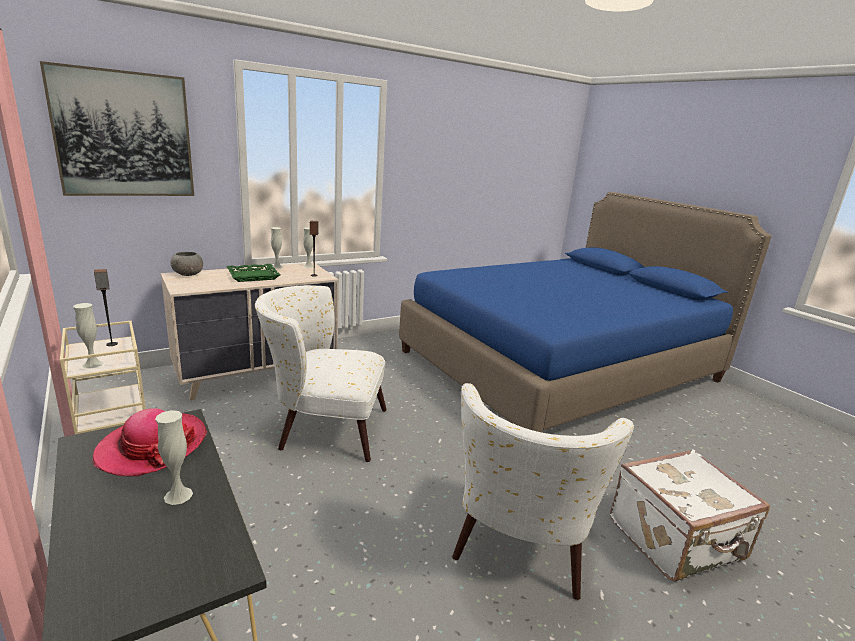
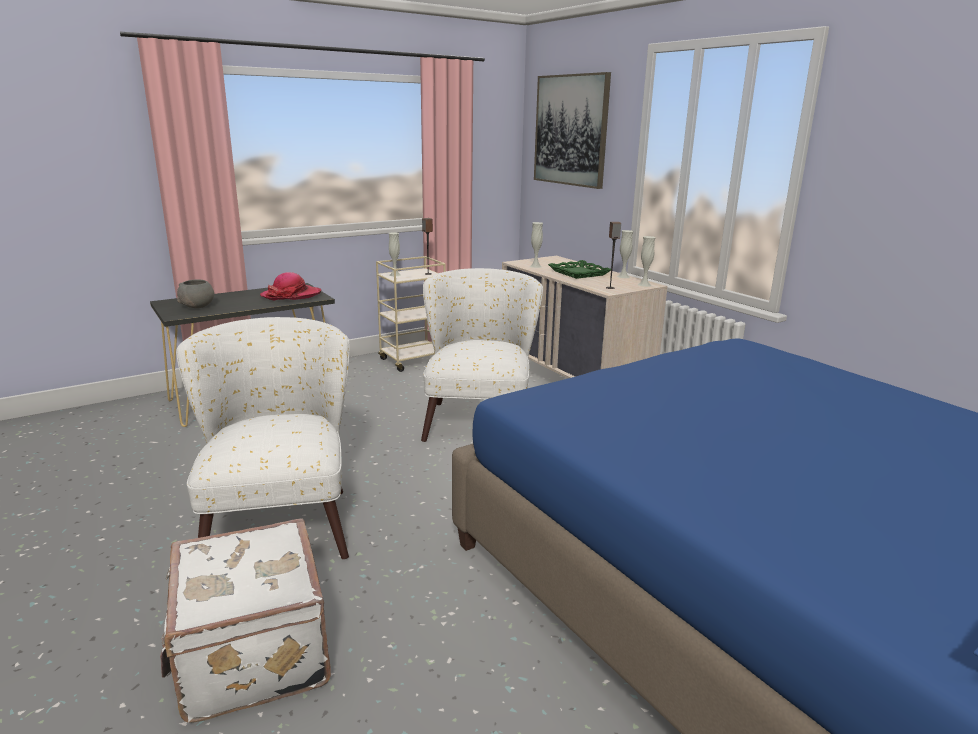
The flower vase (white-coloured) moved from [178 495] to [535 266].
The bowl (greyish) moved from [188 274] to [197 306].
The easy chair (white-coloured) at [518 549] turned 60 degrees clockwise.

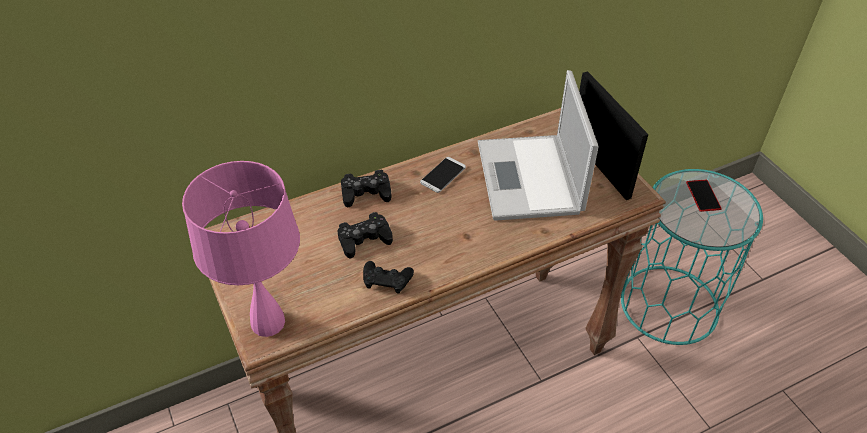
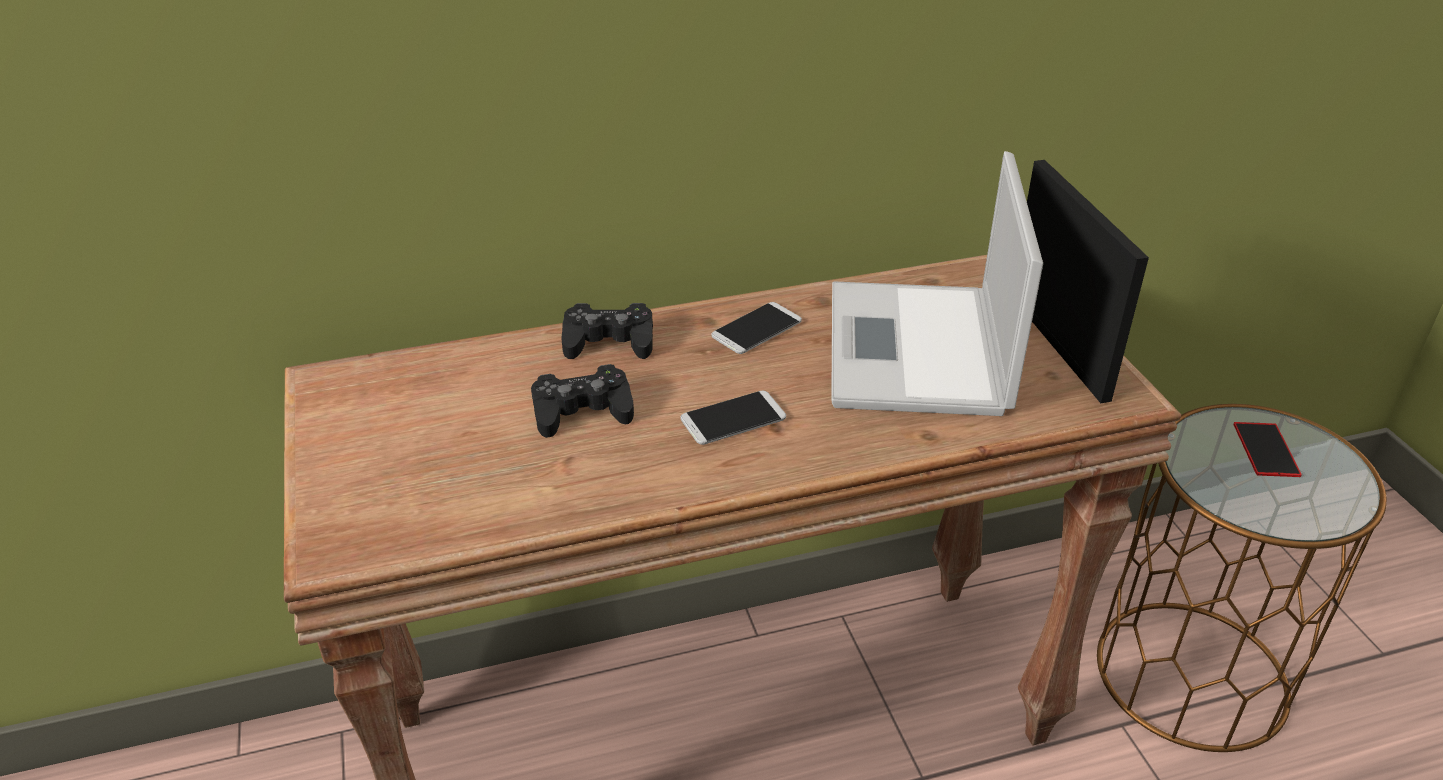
The table lamp (pinkish) at [268 322] disappeared.
The game controller (blackish) at [387 280] disappeared.
The handset at [733 419] appeared.
The end table (turquoise) at [669 304] became the end table (brownish) at [1192 674].

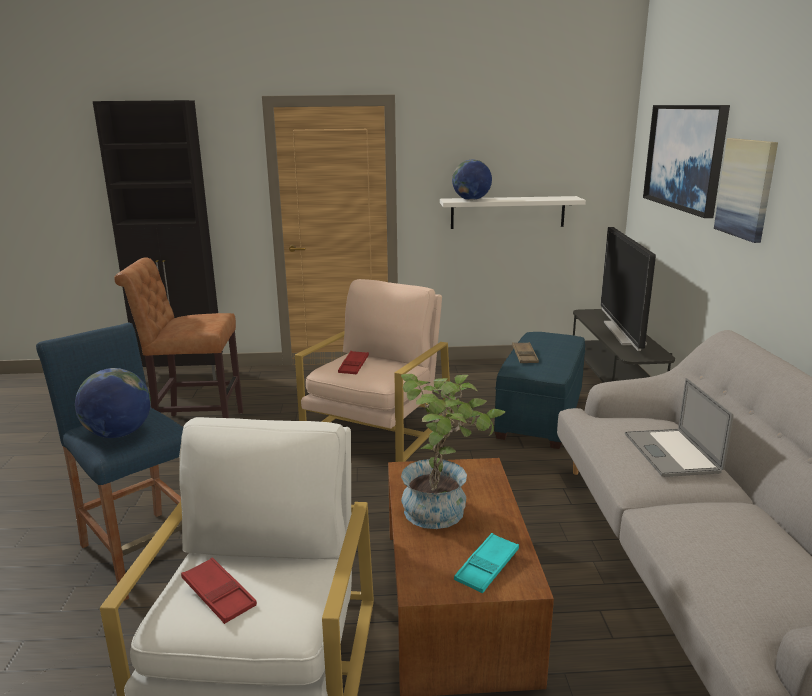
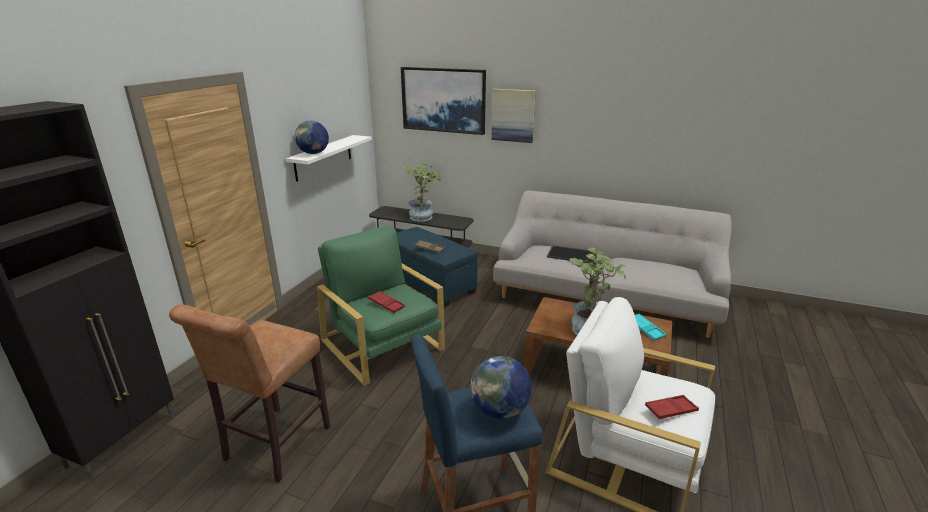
The television at [623 333] was replaced by the potted plant at [423 216].
The laptop at [671 452] was replaced by the tray at [573 254].
The easy chair (sand-coloured) at [377 426] became the easy chair (greenish) at [383 345].

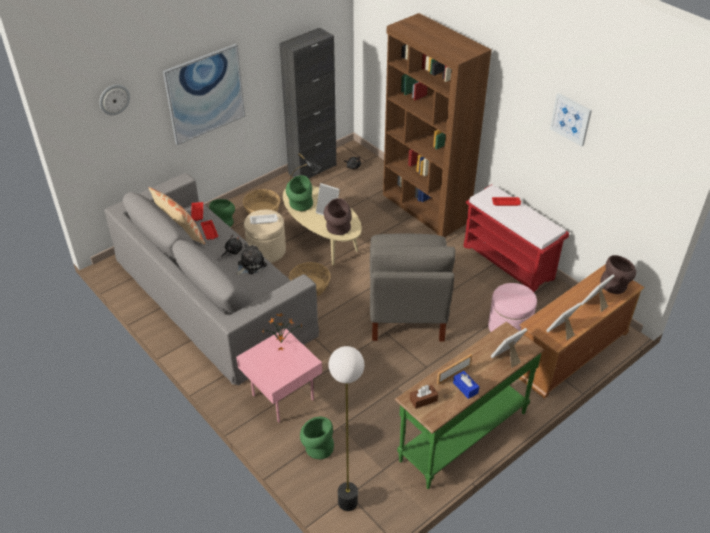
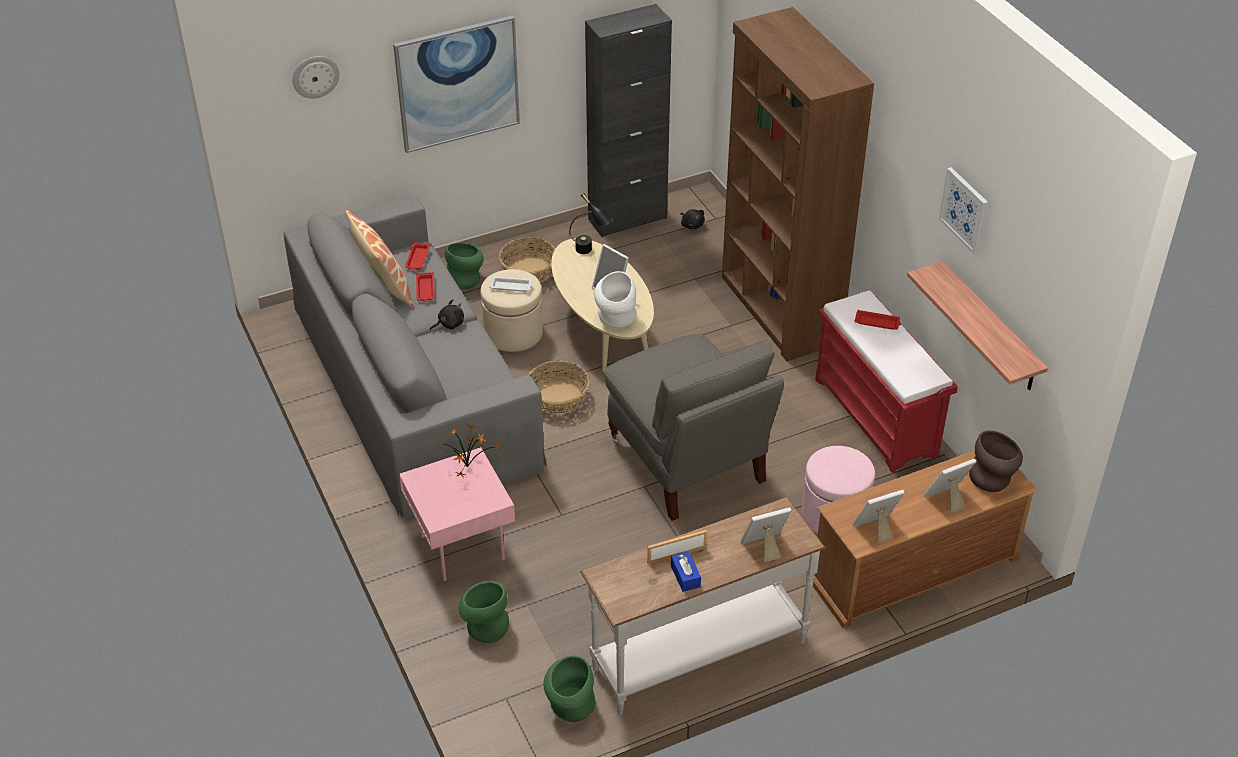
The cuddly toy at [250 265] disappeared.
The floor lamp at [347 502] disappeared.
The box of tissues (brownish) at [423 400] disappeared.
The wall shelf at [990 328] appeared.
The flower vase (greenish) moved from [300 206] to [570 707].
The flower vase (brownish) at [338 229] became the flower vase (white-coloured) at [616 319].
The narrow table (greenish) at [462 435] became the narrow table (white-coloured) at [698 653].
The easy chair (greyish) at [406 312] turned 45 degrees counterclockwise.

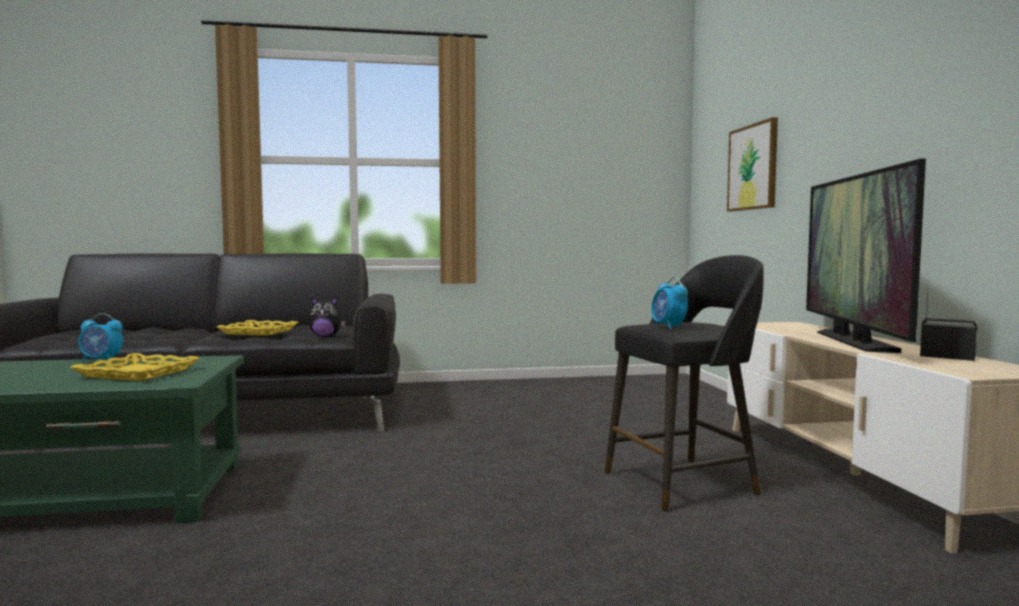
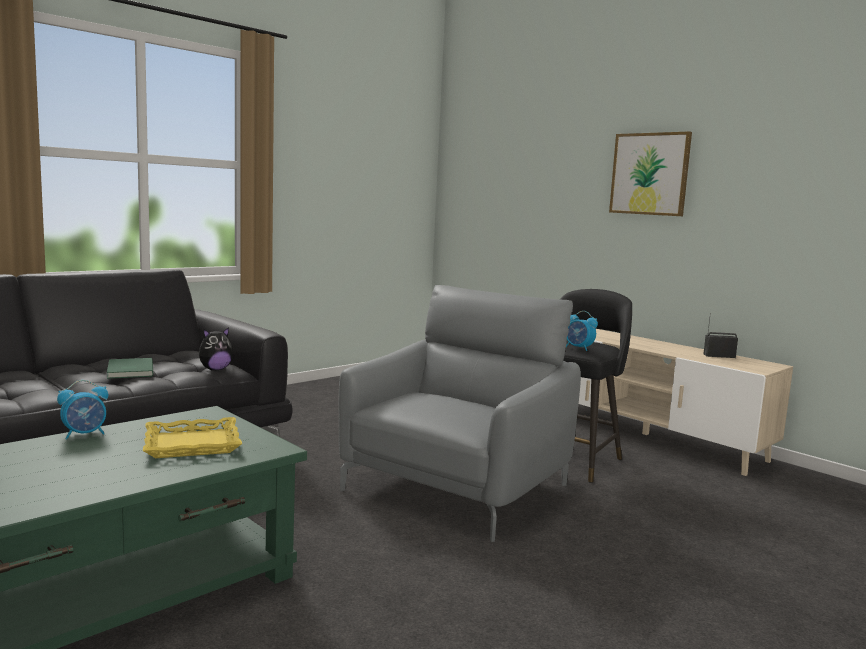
The television at [853 341] disappeared.
The easy chair (greyish) at [456 488] appeared.
The wall picture moved from [753 167] to [649 174].
The tray (yellow) at [258 332] was replaced by the book (greenish) at [128 370].

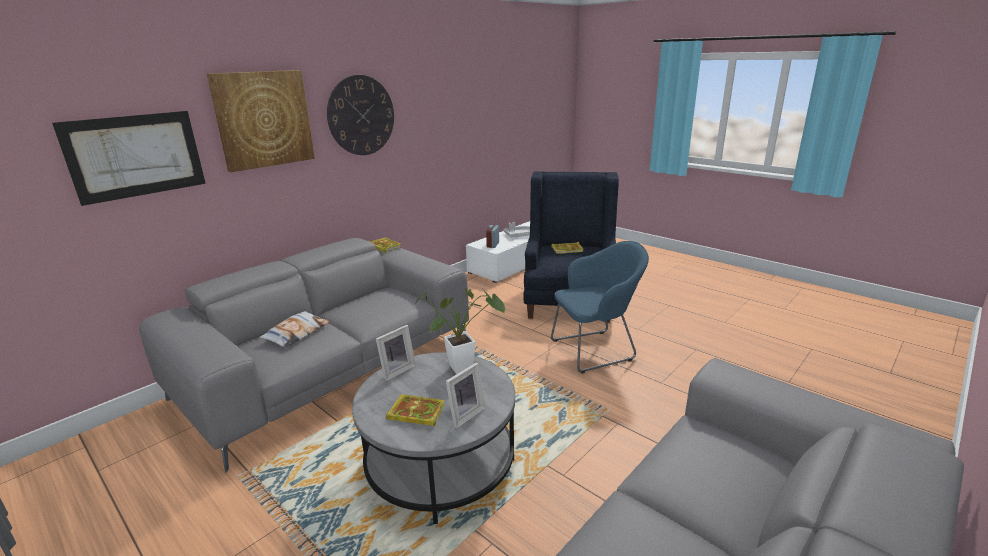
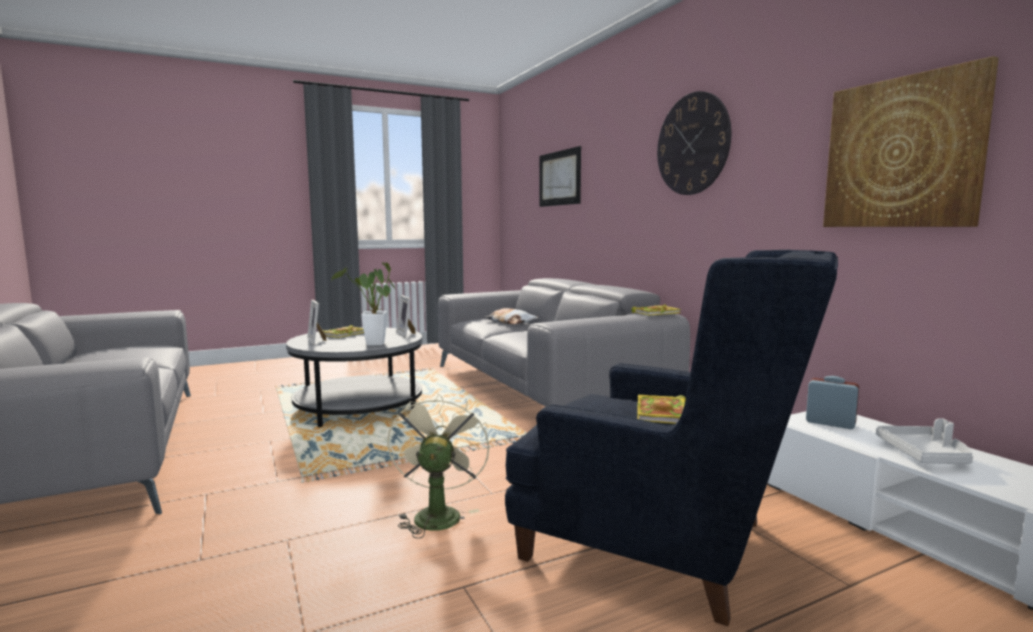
The wall picture moved from [264 119] to [902 153].
The easy chair (bluish) at [596 350] was replaced by the electric fan (sand-coloured) at [437 514].

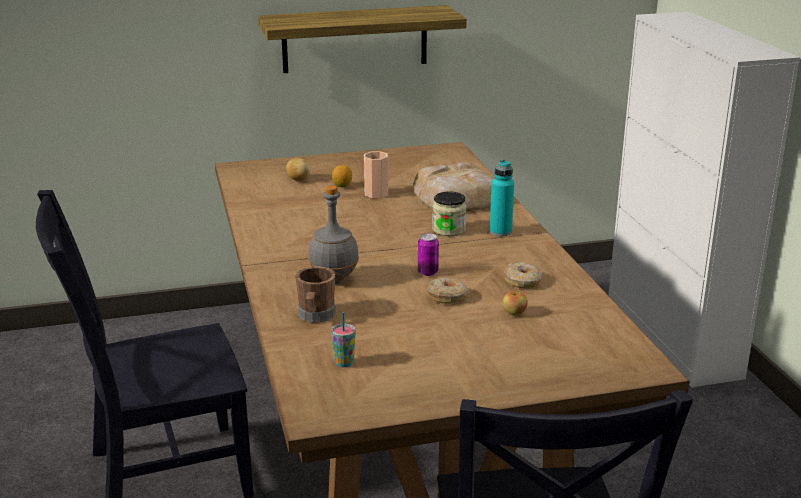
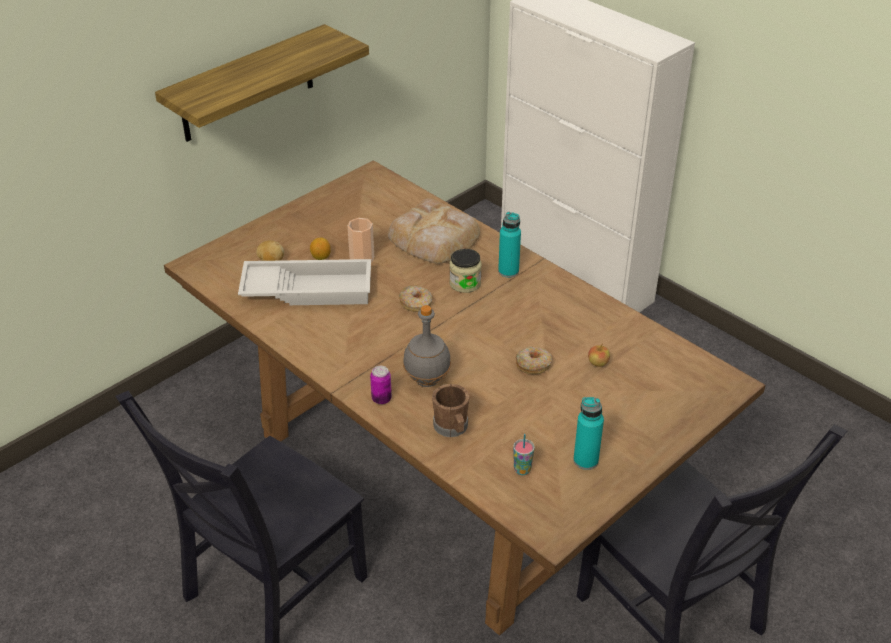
The tray (white-coloured) at [308 288] appeared.
The bottle (turquoise) at [585 460] appeared.
The can moved from [428 272] to [381 399].
The ring doughnut moved from [522 281] to [416 303].

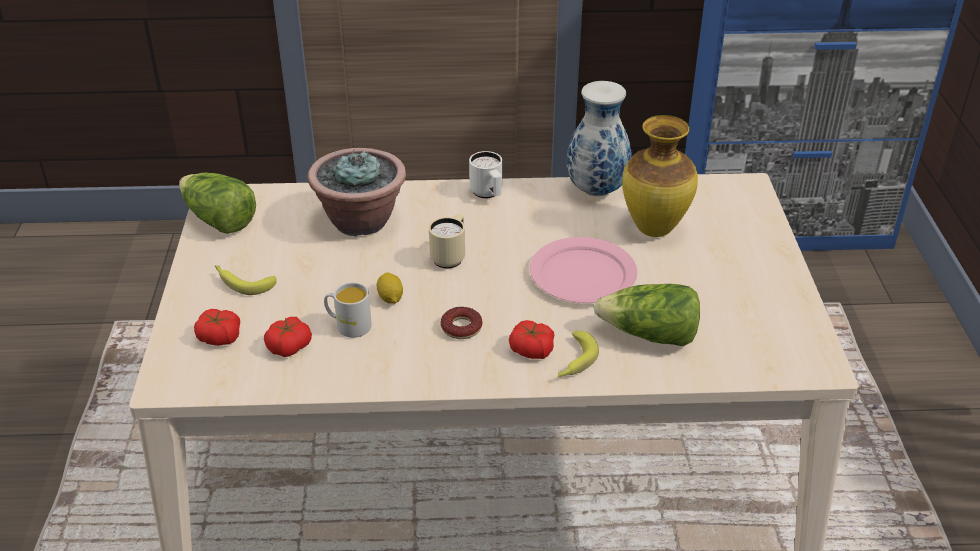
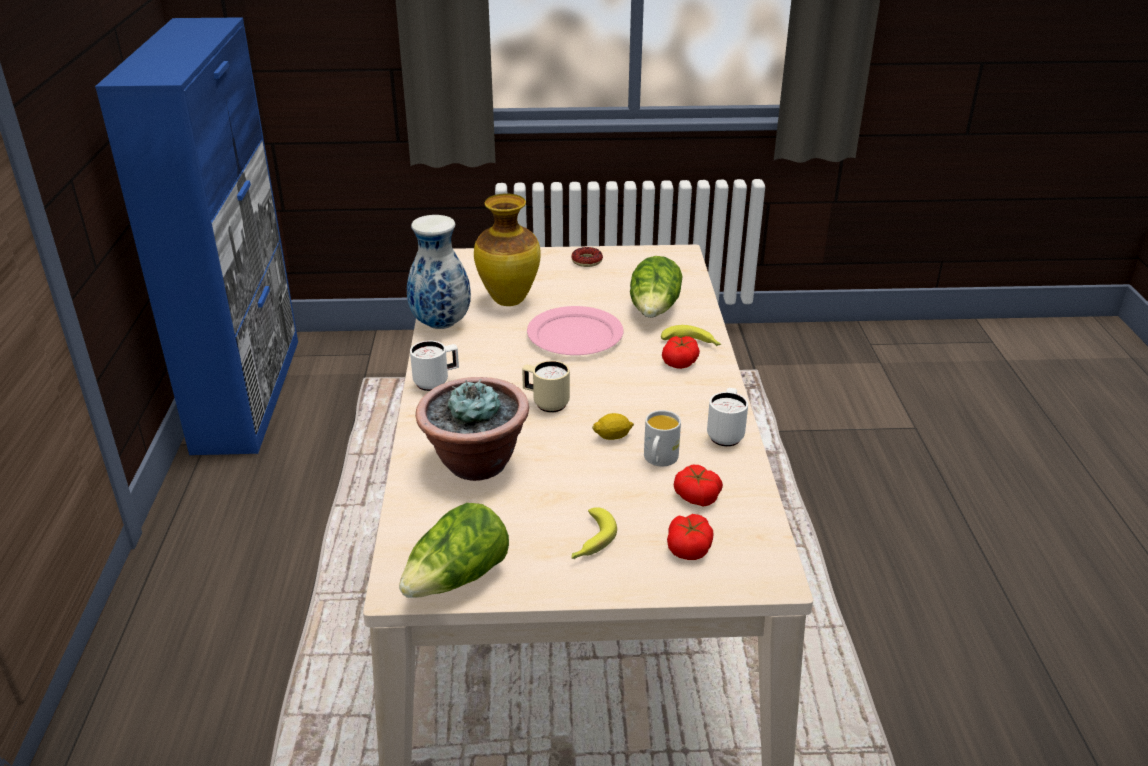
The tea mug (white-coloured) at [726 434] appeared.
The ring doughnut moved from [461 327] to [587 261].

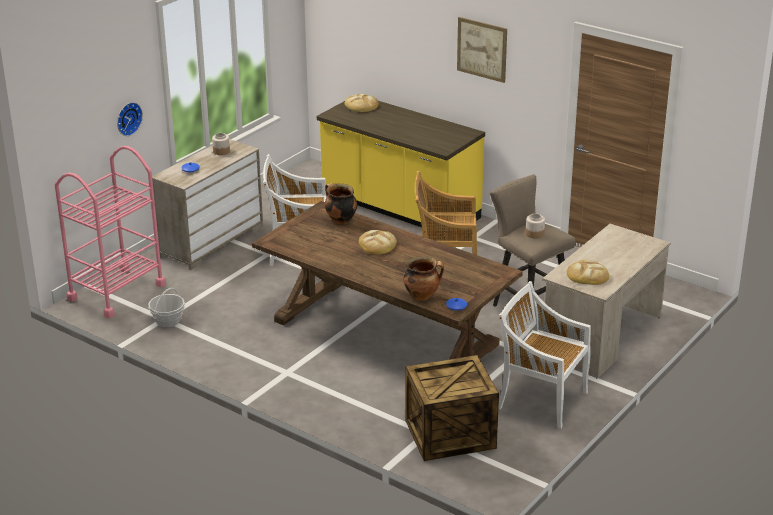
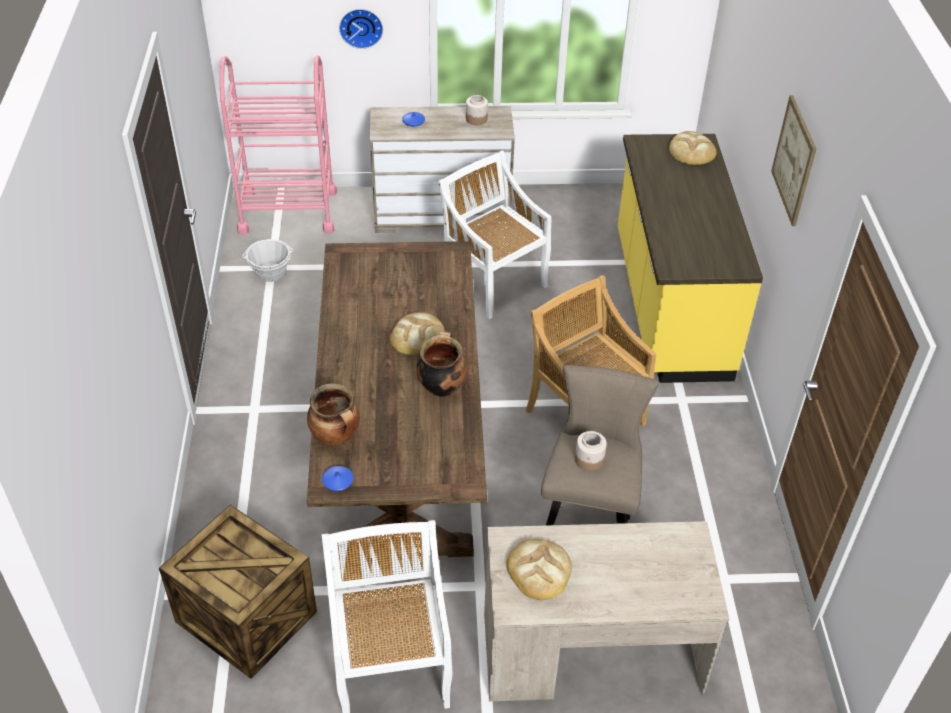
The stockpot moved from [340 220] to [441 387].

